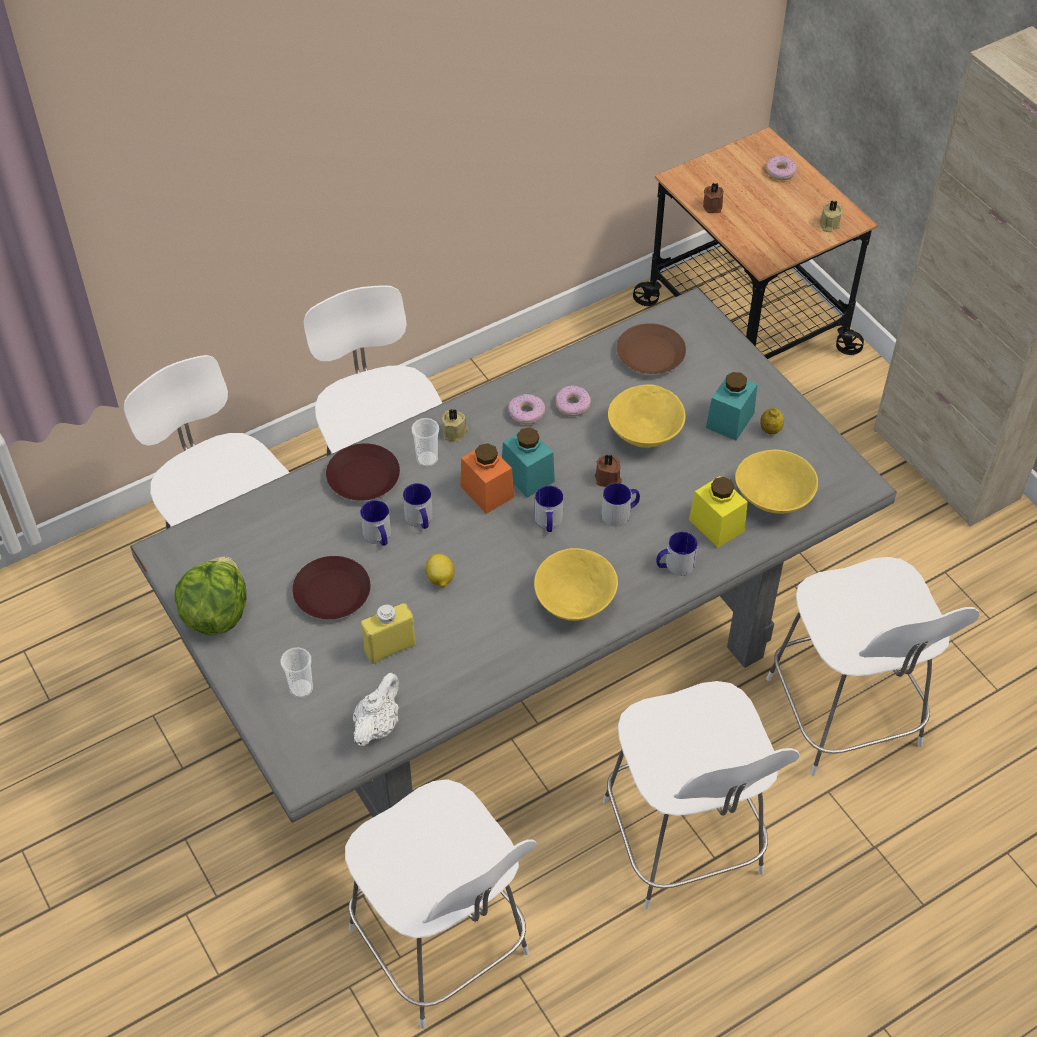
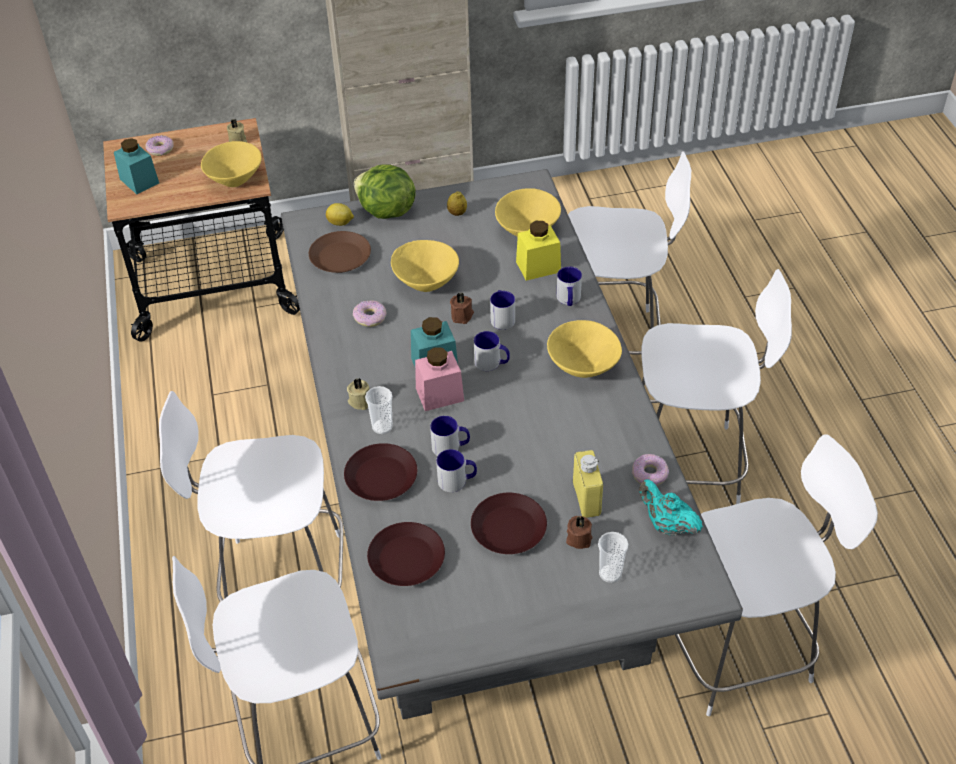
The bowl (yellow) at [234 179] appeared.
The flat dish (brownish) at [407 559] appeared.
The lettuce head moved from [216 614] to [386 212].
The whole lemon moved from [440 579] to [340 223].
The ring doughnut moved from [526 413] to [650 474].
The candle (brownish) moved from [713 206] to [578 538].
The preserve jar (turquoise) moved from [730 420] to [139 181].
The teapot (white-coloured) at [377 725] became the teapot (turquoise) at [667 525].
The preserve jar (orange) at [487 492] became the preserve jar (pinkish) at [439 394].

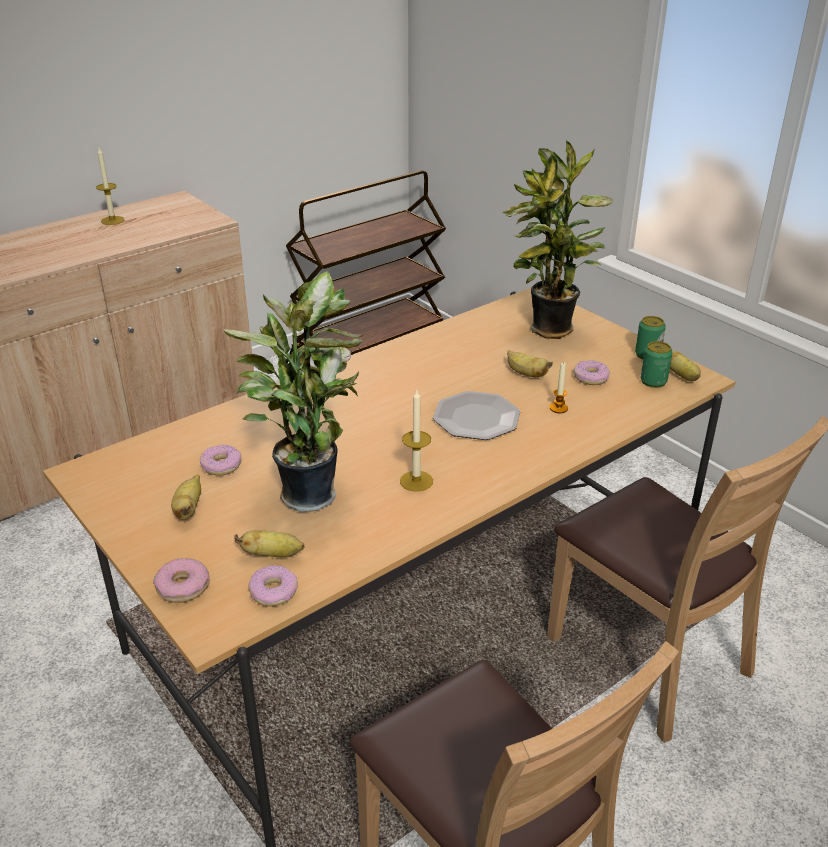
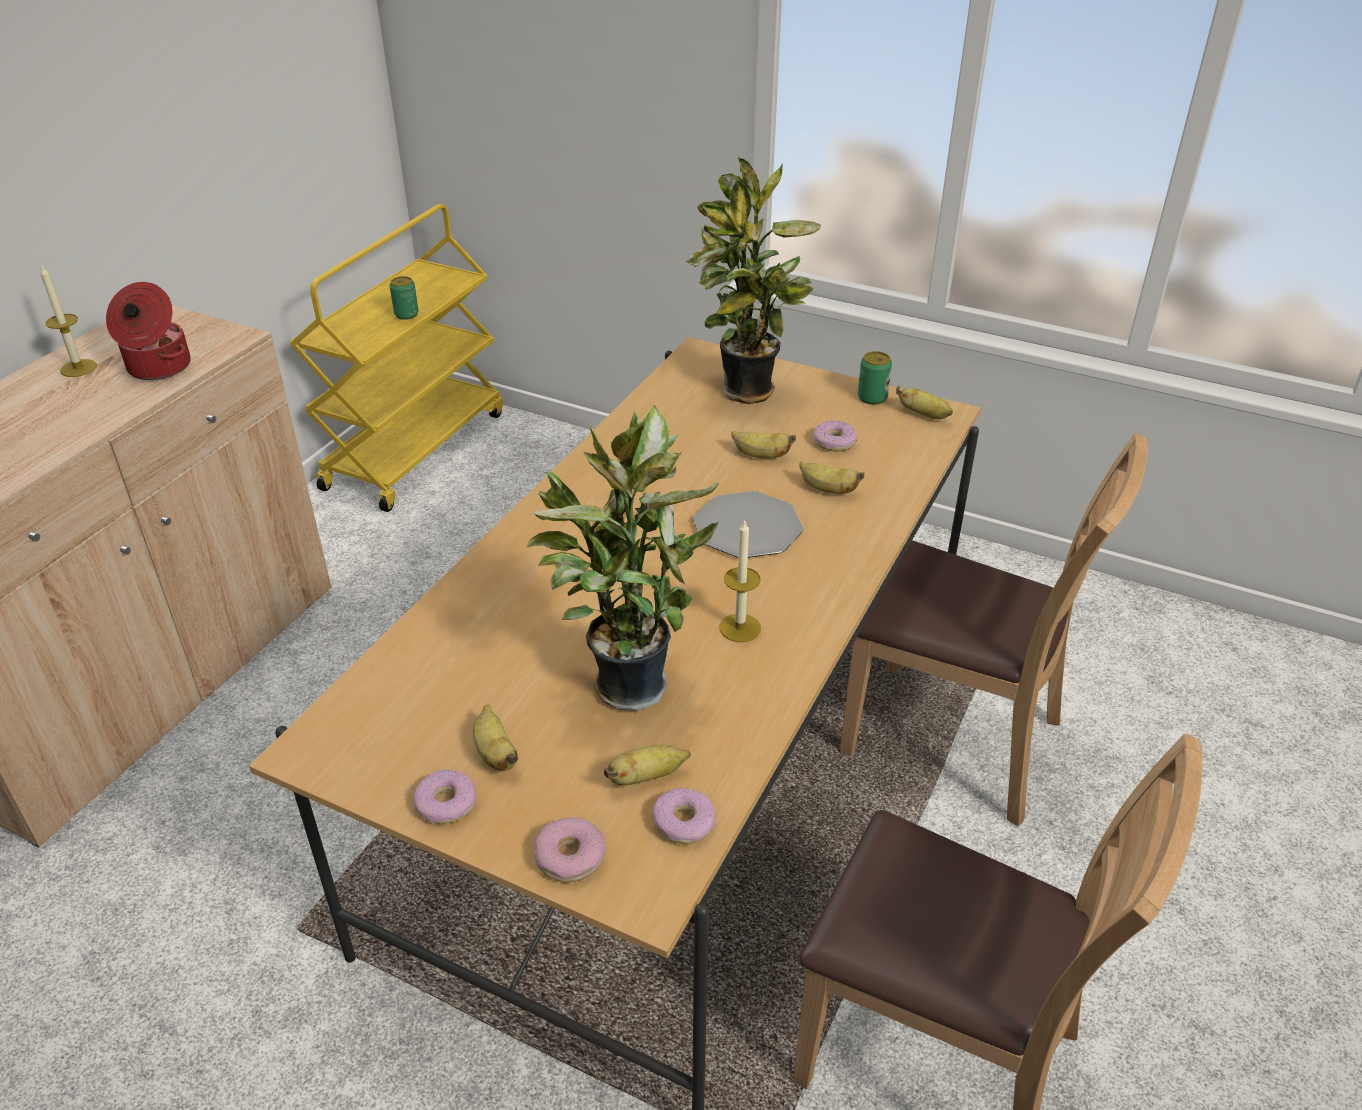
The stockpot at [158 367] appeared.
The ring doughnut moved from [221 466] to [446 804].
The can moved from [653 381] to [406 314].
The candle at [558 408] was replaced by the whole banana at [827 490].
The trolley (brownish) at [369 345] became the trolley (yellow) at [415 449].

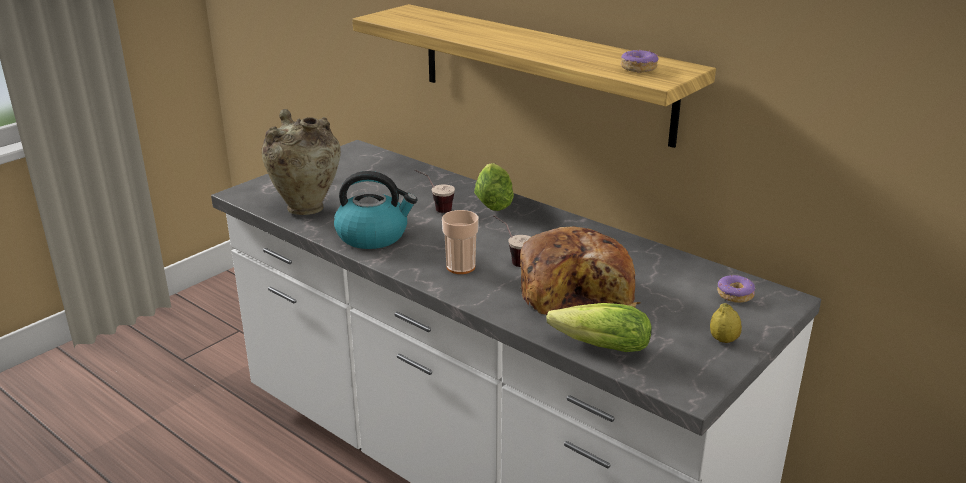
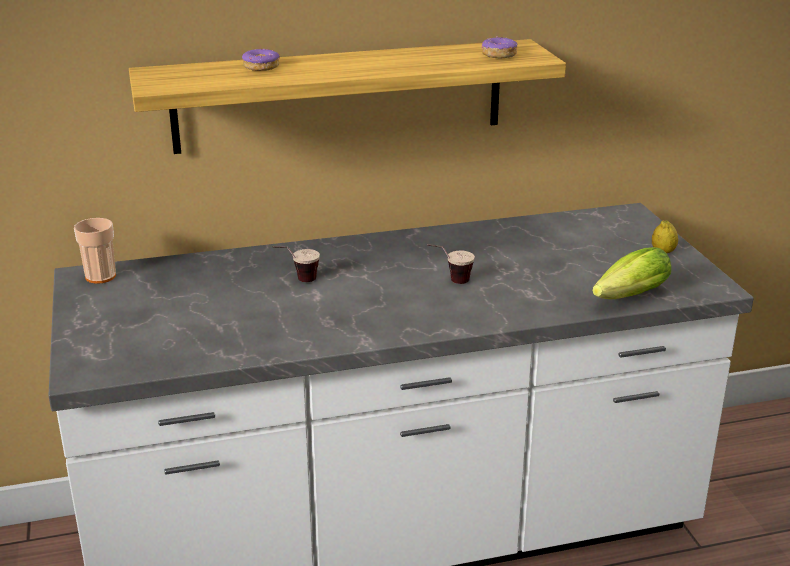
The flower vase (sand-coloured) at [306 207] disappeared.
The tea kettle at [373 235] disappeared.
The lettuce head at [494 200] disappeared.
The bread at [578 294] disappeared.
The drinking cup moved from [460 267] to [100 276].
The ring doughnut moved from [735 295] to [261 67].

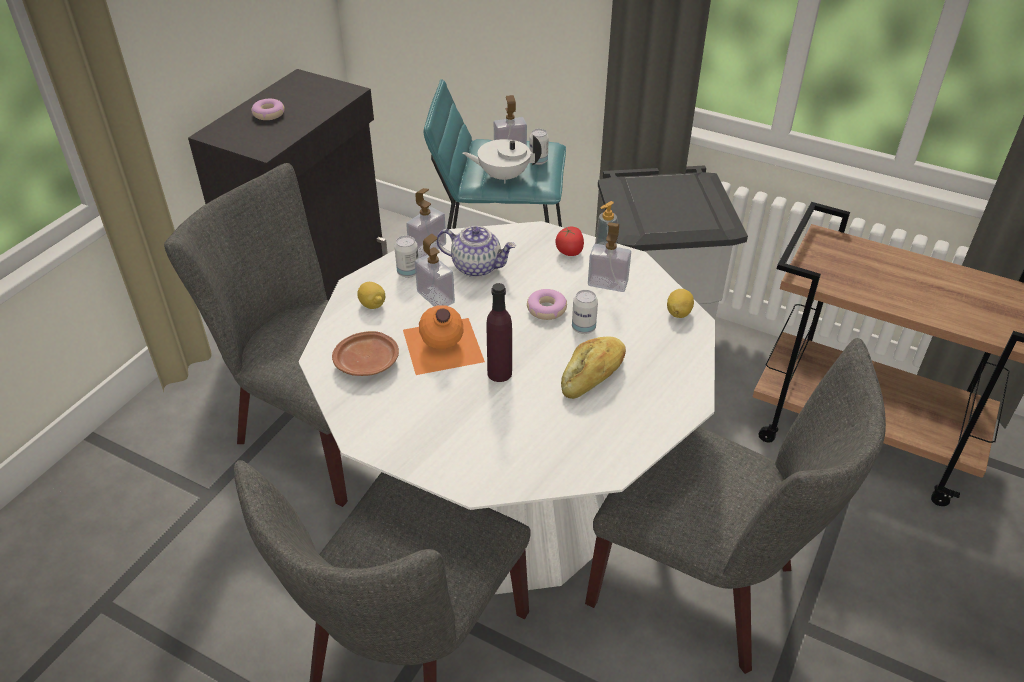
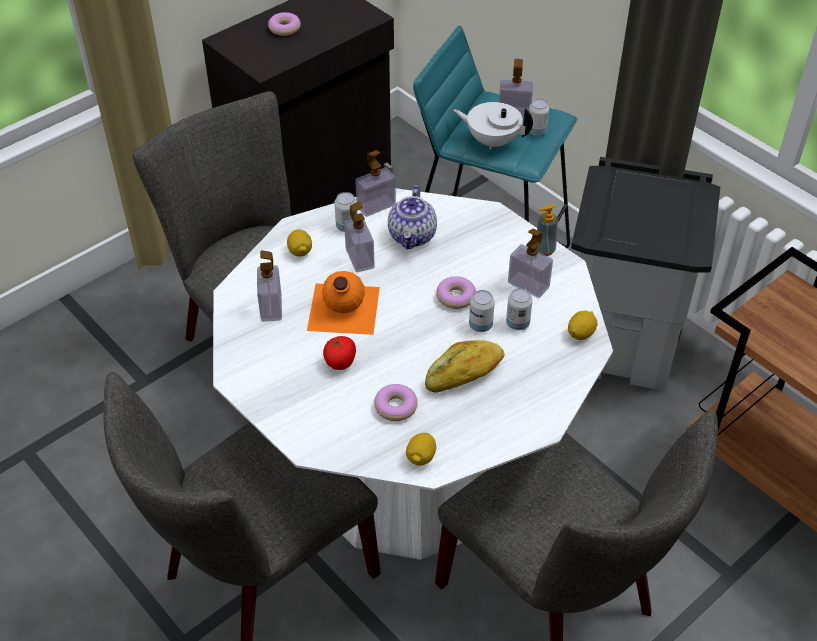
The bottle (purple-coloured) at [499 373] disappeared.
The ring doughnut at [396 406] appeared.
The whole lemon at [421 457] appeared.
The can at [517 323] appeared.
The tomato moved from [569 252] to [340 362].
The flat dish (brownish) at [368 362] was replaced by the soap dispenser at [271 307].
The teapot at [477 266] turned 60 degrees clockwise.

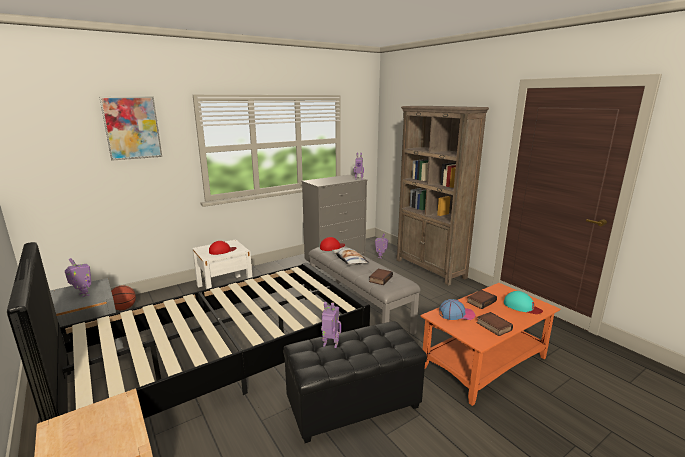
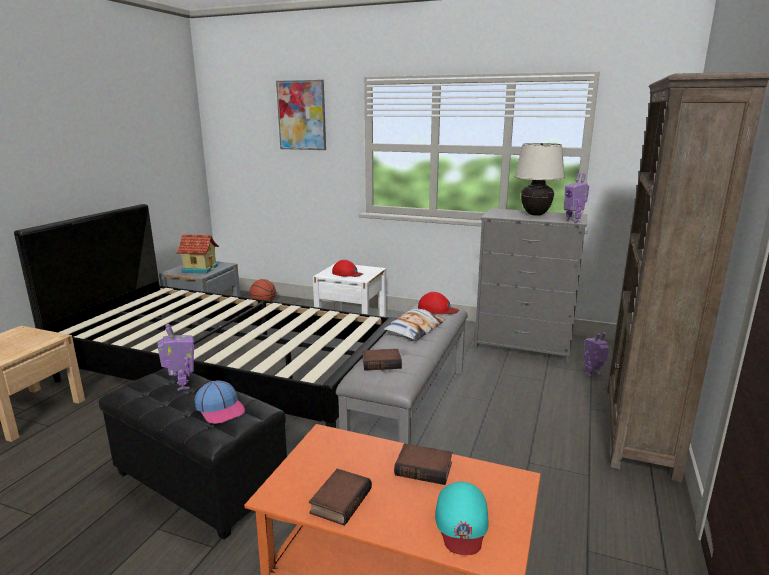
The table lamp (sand-coloured) at [535 214] appeared.
The peaked cap moved from [456 314] to [220 409].
The model robot at [83 294] was replaced by the miniature house at [200 268].

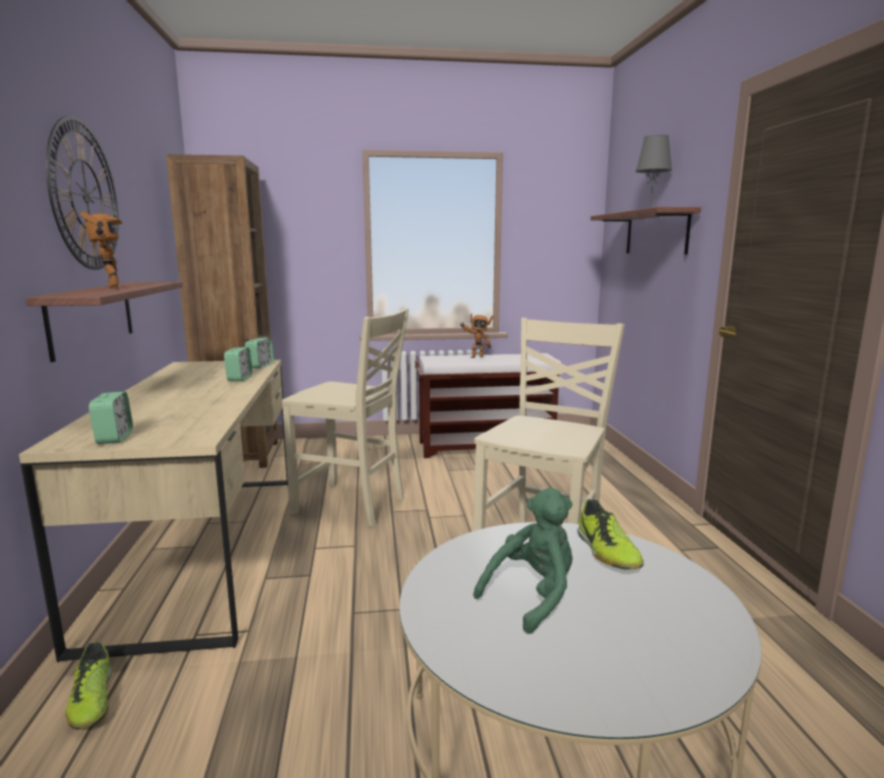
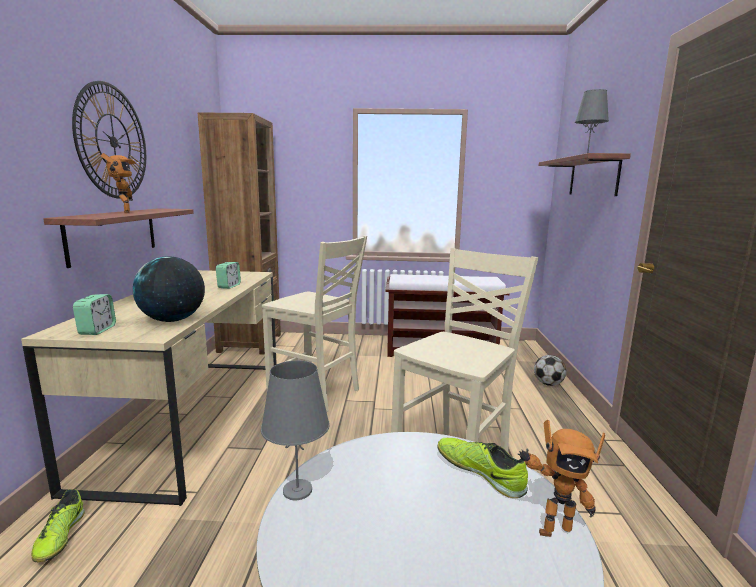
The alarm clock at [260 366] disappeared.
The cuddly toy (greenish) at [532 596] disappeared.
The globe at [173 320] appeared.
The table lamp (greyish) at [297 490] appeared.
The football at [548 384] appeared.
The model robot moved from [476 357] to [552 528].
The shoe at [606 552] turned 135 degrees clockwise.

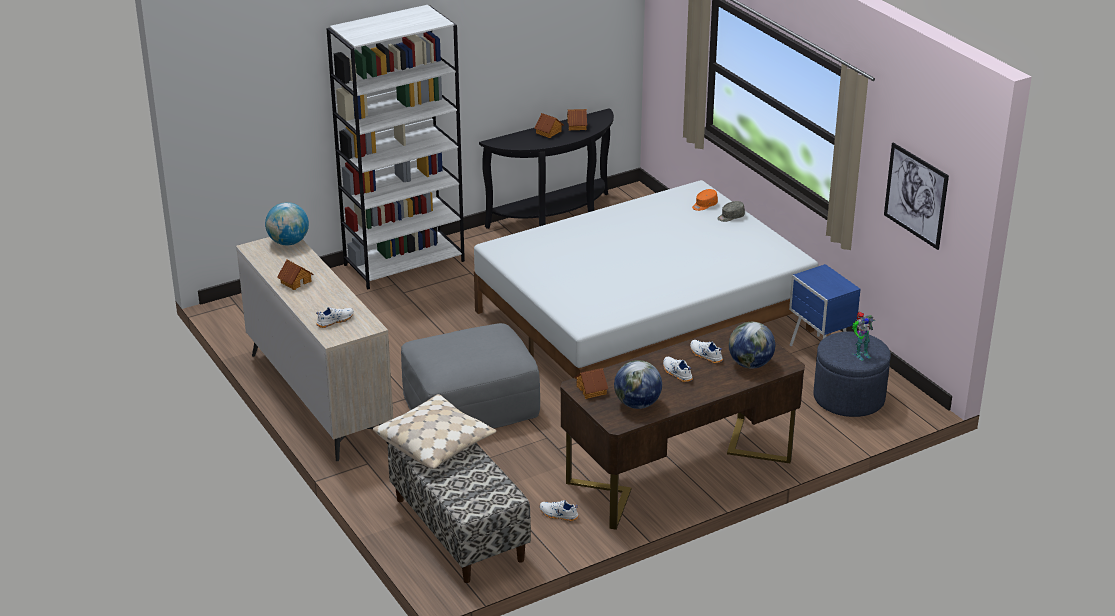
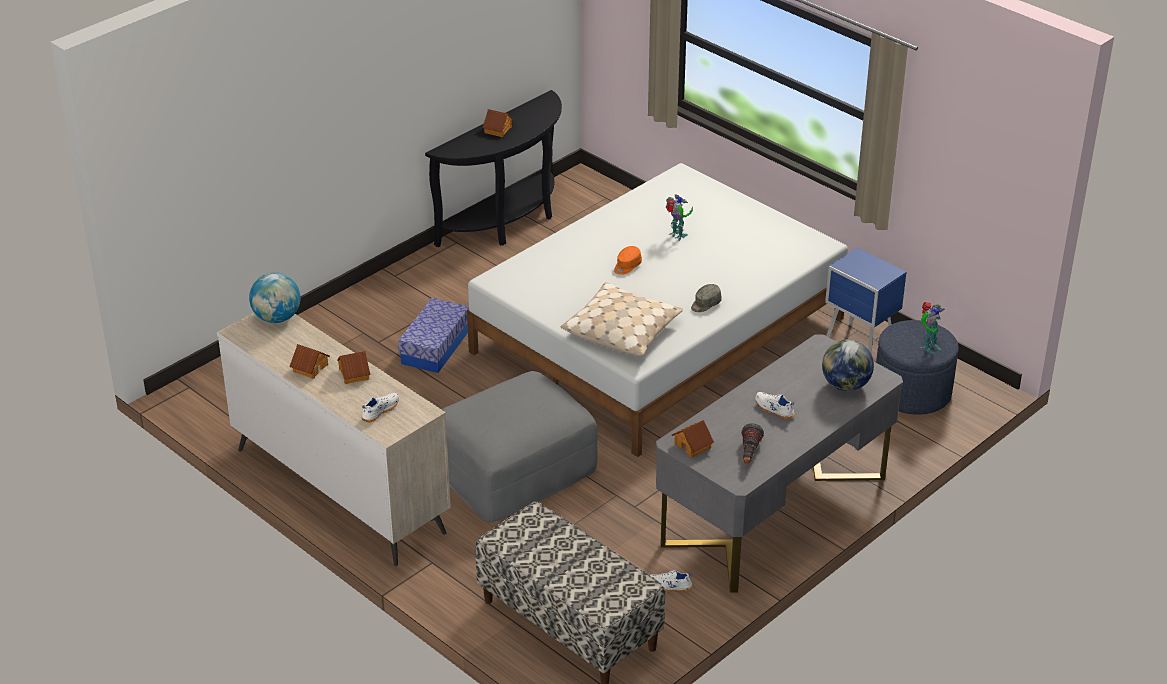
The shelving unit (white-coloured) at [404 262] disappeared.
The shoe (white-coloured) at [705 355] disappeared.
The wall picture at [916 195] disappeared.
The storage box at [435 347] appeared.
The model robot at [677 236] appeared.
The pillow (sand-coloured) moved from [435 442] to [622 330].
The miniature house moved from [576 126] to [353 374].
The peaked cap (orange) moved from [704 205] to [627 266].
The peaked cap (greyish) moved from [730 217] to [705 304].
The globe at [637 404] was replaced by the hand torch at [749 454].
The desk table (brownish) at [679 471] became the desk table (greyish) at [774 510].

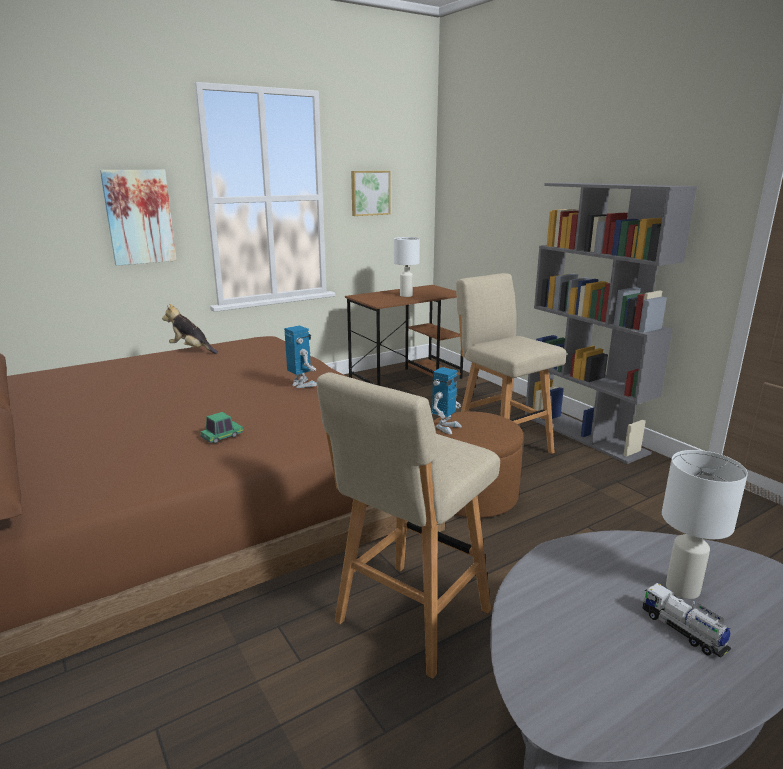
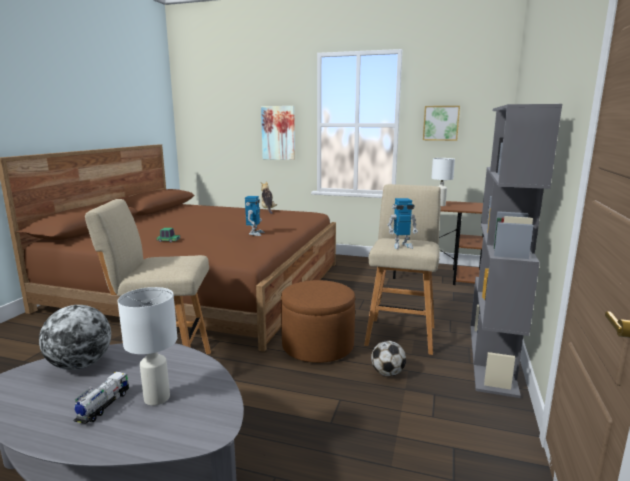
The globe at [81 365] appeared.
The football at [387 373] appeared.
The model robot moved from [445 427] to [401 246].

